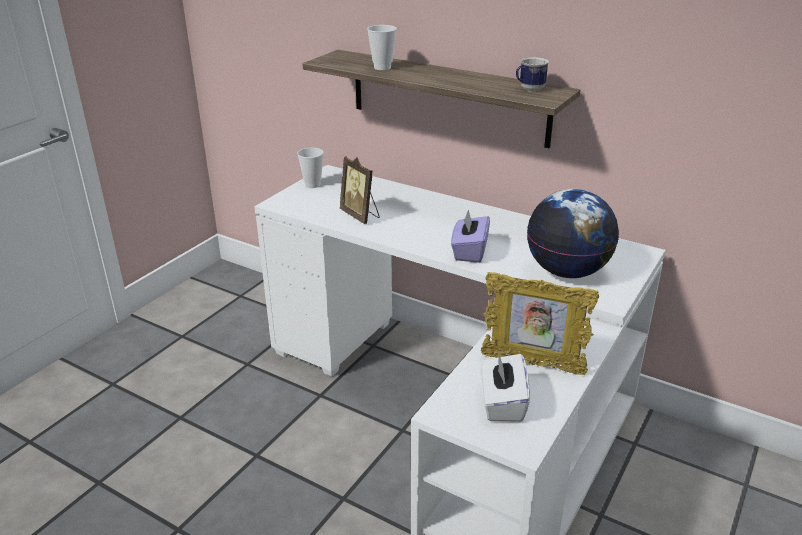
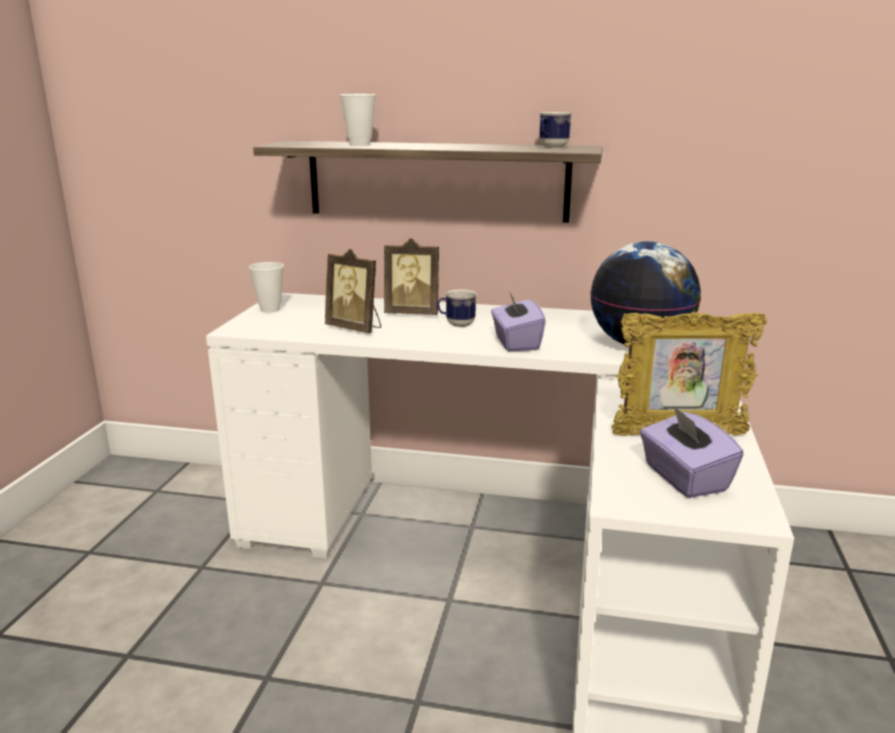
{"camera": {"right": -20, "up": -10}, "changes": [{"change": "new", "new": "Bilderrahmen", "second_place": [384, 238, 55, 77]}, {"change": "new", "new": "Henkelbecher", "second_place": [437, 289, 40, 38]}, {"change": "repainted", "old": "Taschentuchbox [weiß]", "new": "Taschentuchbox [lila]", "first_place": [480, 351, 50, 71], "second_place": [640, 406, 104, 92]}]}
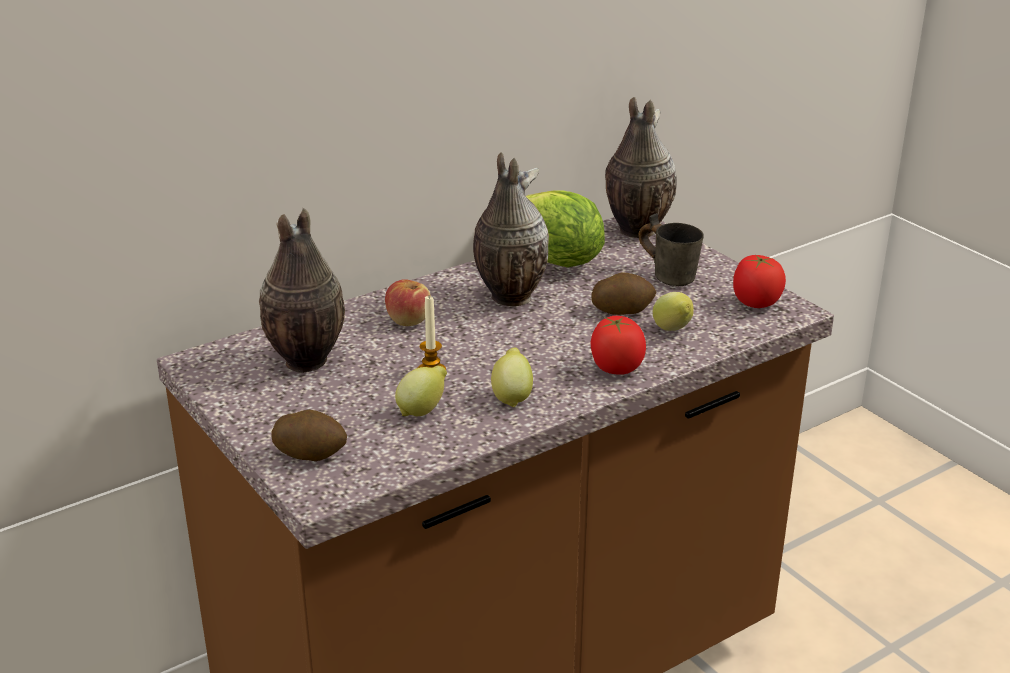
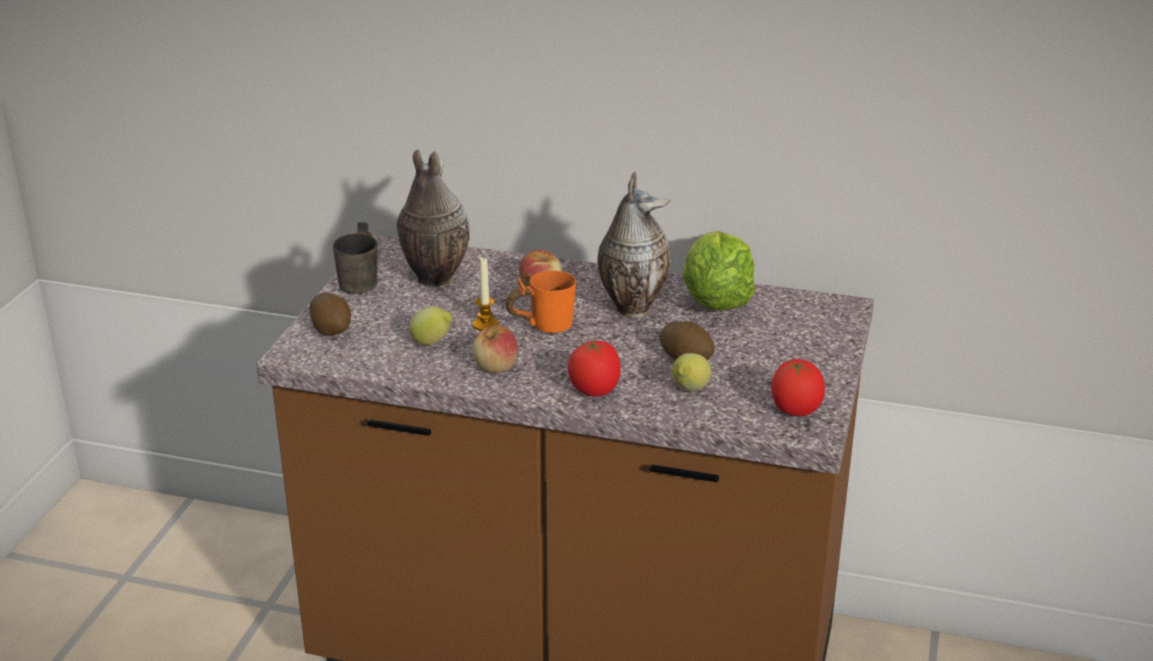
{"camera": {"right": 50, "up": 0}, "changes": [{"change": "shifted", "old": "Henkelbecher [grau]", "first_place": [638, 213, 66, 73], "second_place": [333, 222, 45, 72]}, {"change": "swapped", "old": "Zitrone", "new": "Apfel", "first_place": [491, 348, 42, 59], "second_place": [472, 325, 46, 48]}, {"change": "new", "new": "Henkelbecher [orange]", "second_place": [505, 271, 71, 63]}, {"change": "gone", "old": "Vase", "first_place": [605, 97, 72, 141]}]}
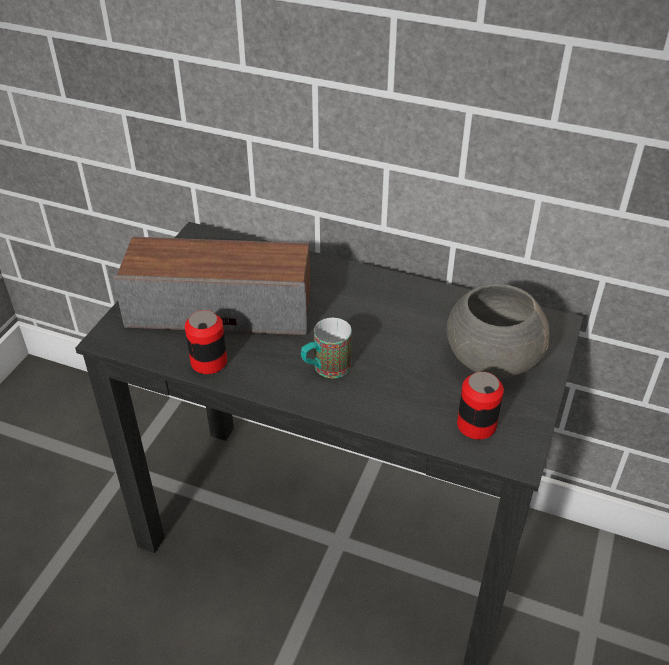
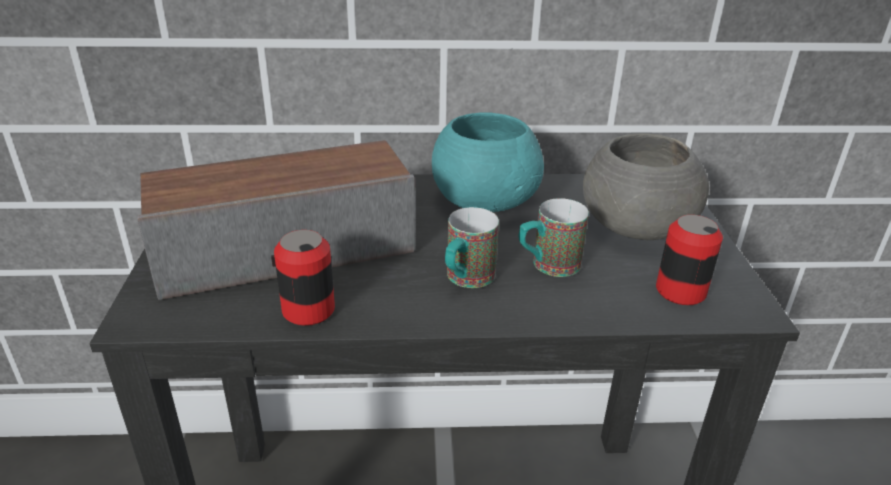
{"camera": {"right": -25, "up": -10}, "changes": [{"change": "new", "new": "Schüssel [türkis]", "second_place": [432, 113, 112, 99]}, {"change": "new", "new": "Henkelbecher", "second_place": [519, 198, 70, 79]}]}
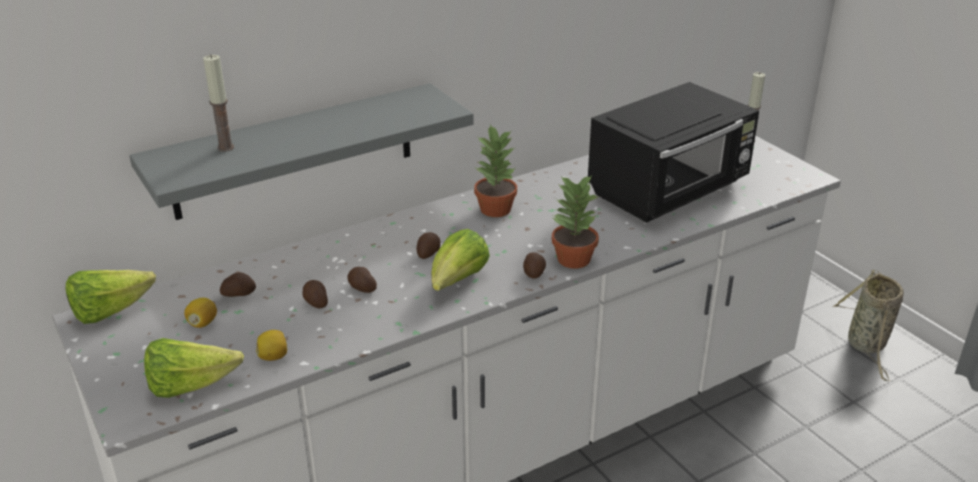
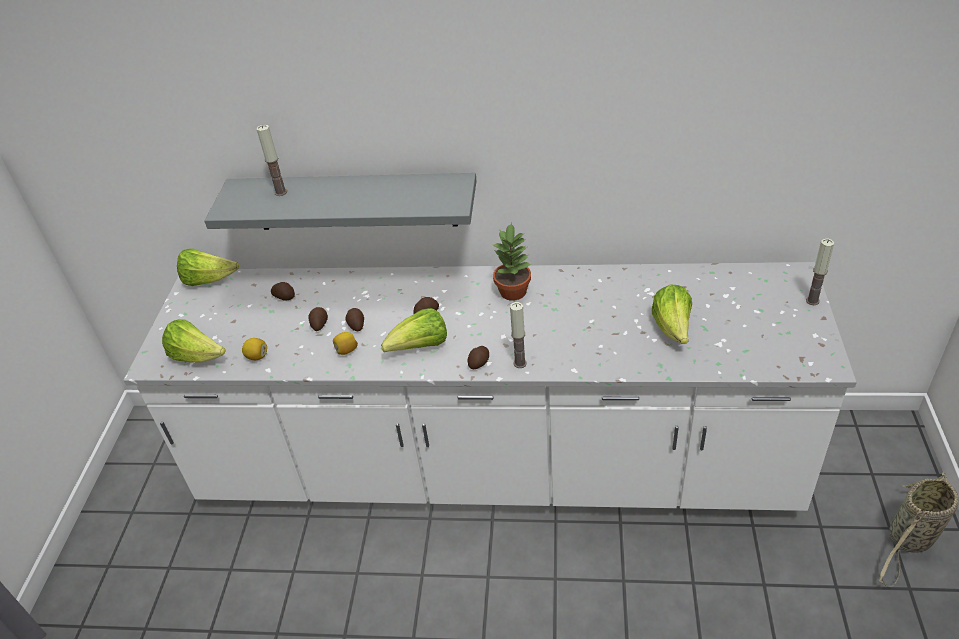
{"camera": {"right": 40, "up": 10}, "changes": [{"change": "shifted", "old": "Zitrone", "first_place": [184, 298, 33, 30], "second_place": [333, 332, 25, 23]}, {"change": "swapped", "old": "Topfpflanze", "new": "Kerze", "first_place": [552, 175, 48, 94], "second_place": [510, 302, 17, 66]}, {"change": "swapped", "old": "Mikrowelle [schwarz]", "new": "Salatkopf", "first_place": [588, 82, 171, 141], "second_place": [652, 284, 40, 60]}]}
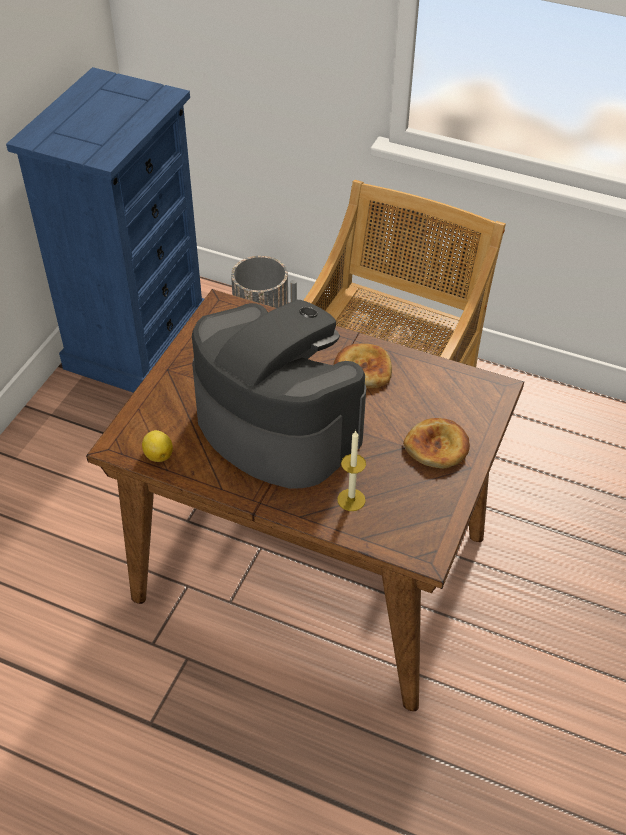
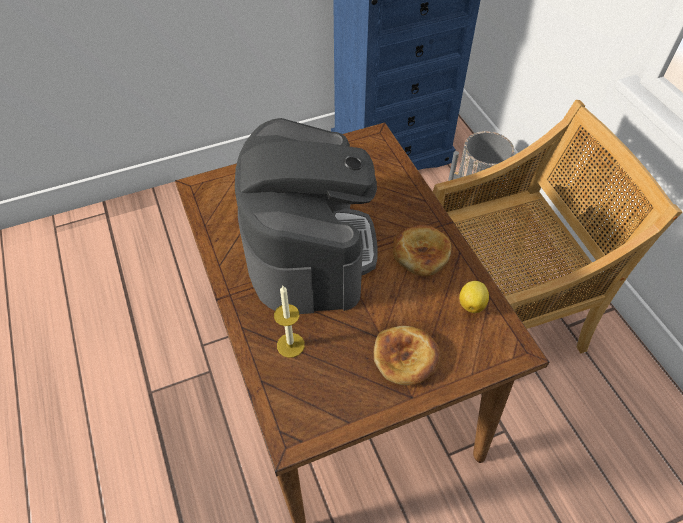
{"camera": {"right": 45, "up": 5}, "changes": [{"change": "shifted", "old": "Zitrone", "first_place": [142, 430, 31, 32], "second_place": [459, 281, 30, 32]}]}
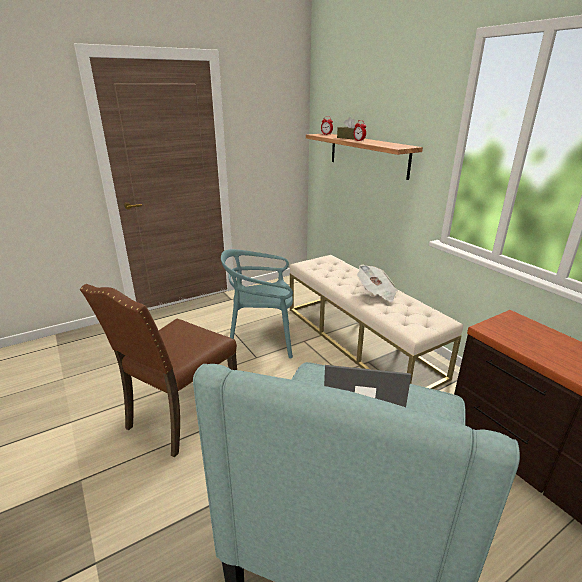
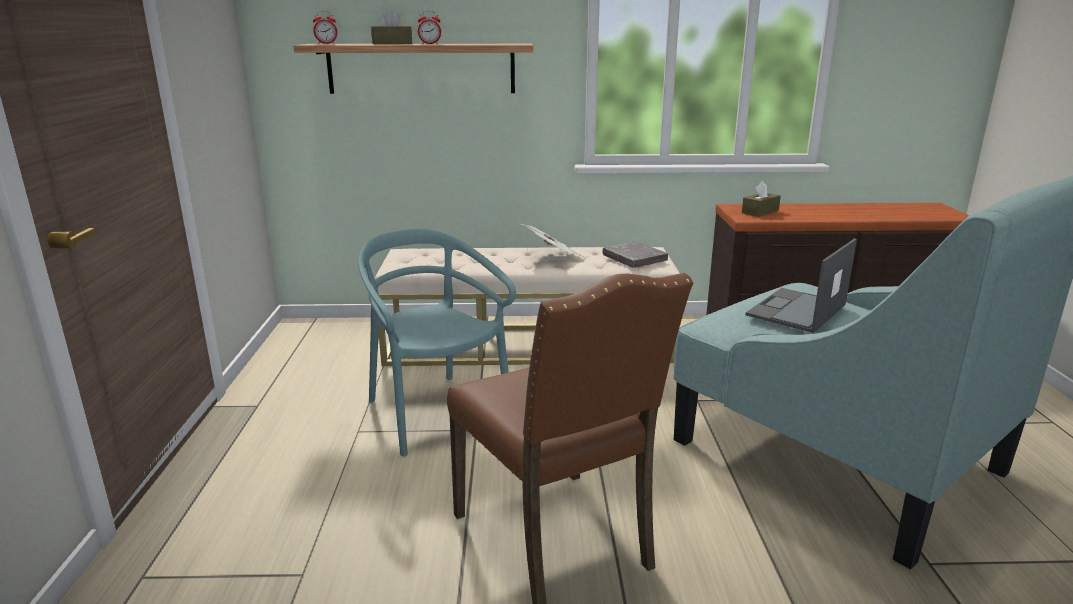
{"camera": {"right": -60, "up": -5}, "changes": [{"change": "rotated", "old": "Stuhl [türkis]", "first_place": [221, 249, 72, 109], "second_place": [358, 229, 158, 227], "degrees": 120}, {"change": "new", "new": "Buch [grau]", "second_place": [602, 241, 66, 27]}, {"change": "new", "new": "Taschentuchbox [braun]", "second_place": [742, 181, 39, 36]}]}
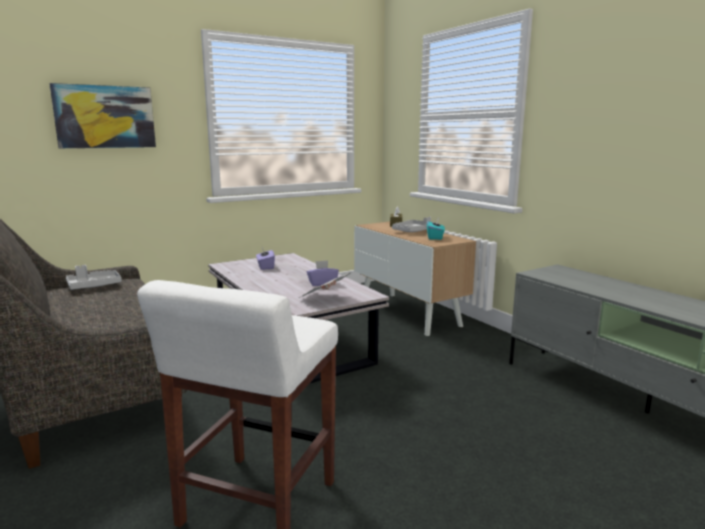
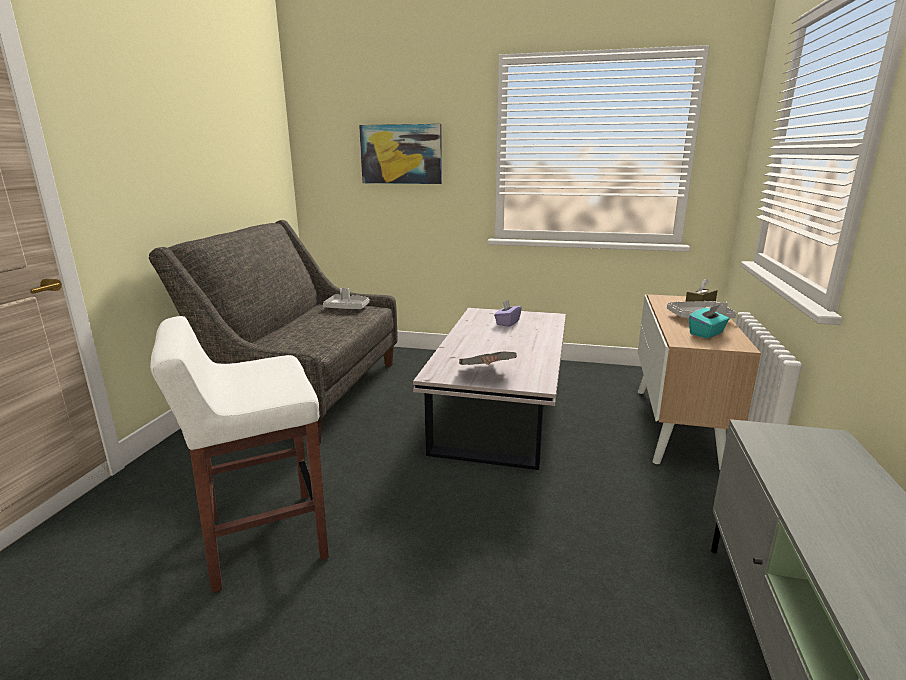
{"camera": {"right": 45, "up": 5}, "changes": [{"change": "gone", "old": "Taschentuchbox [lila]", "first_place": [307, 260, 32, 26]}]}
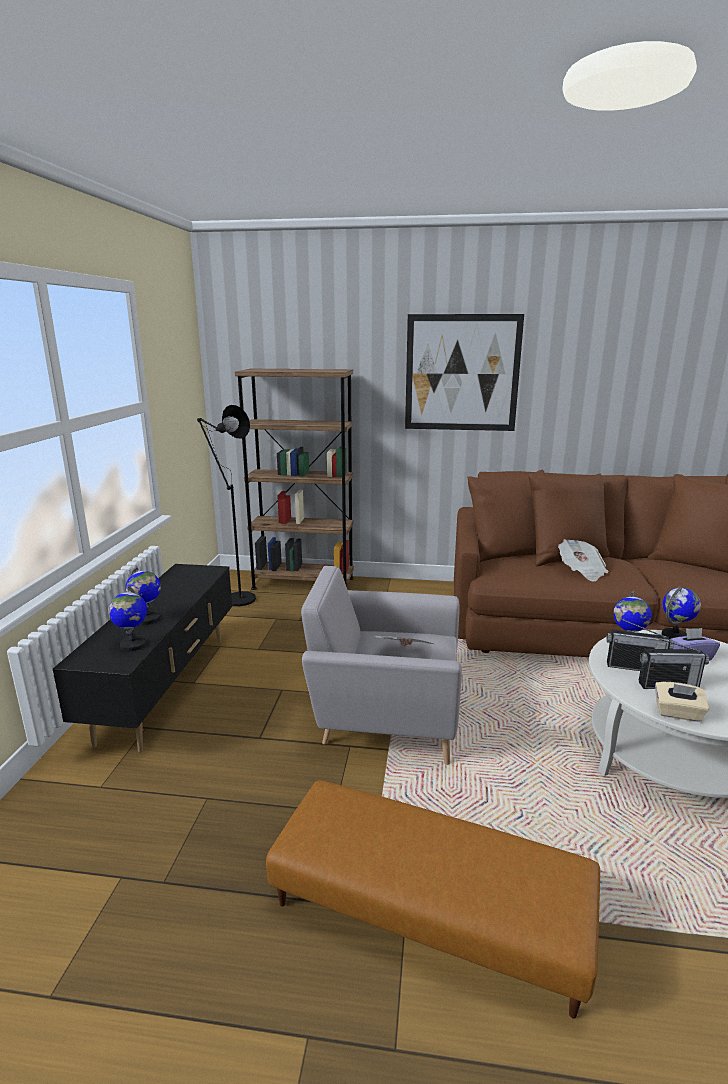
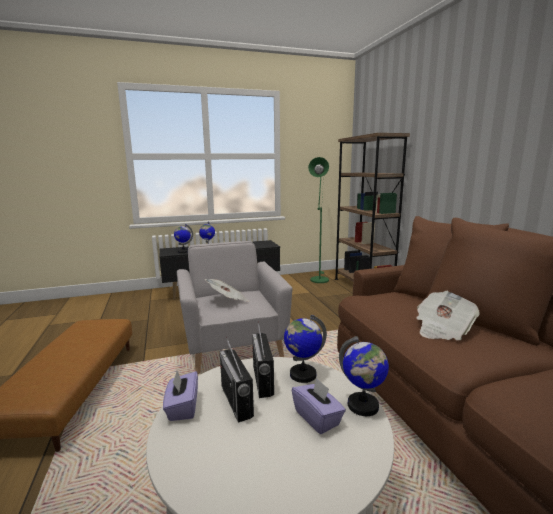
{"camera": {"right": 65, "up": -5}, "changes": [{"change": "repainted", "old": "Taschentuchbox [beige]", "new": "Taschentuchbox [lila]", "first_place": [655, 682, 54, 40], "second_place": [163, 371, 35, 50]}, {"change": "repainted", "old": "Stehlampe [schwarz]", "new": "Stehlampe [grün]", "first_place": [197, 405, 59, 201], "second_place": [308, 157, 21, 126]}, {"change": "gone", "old": "Bild", "first_place": [405, 314, 119, 117]}]}
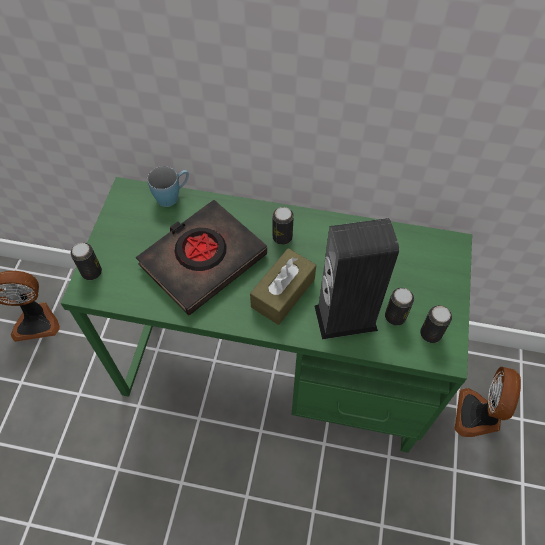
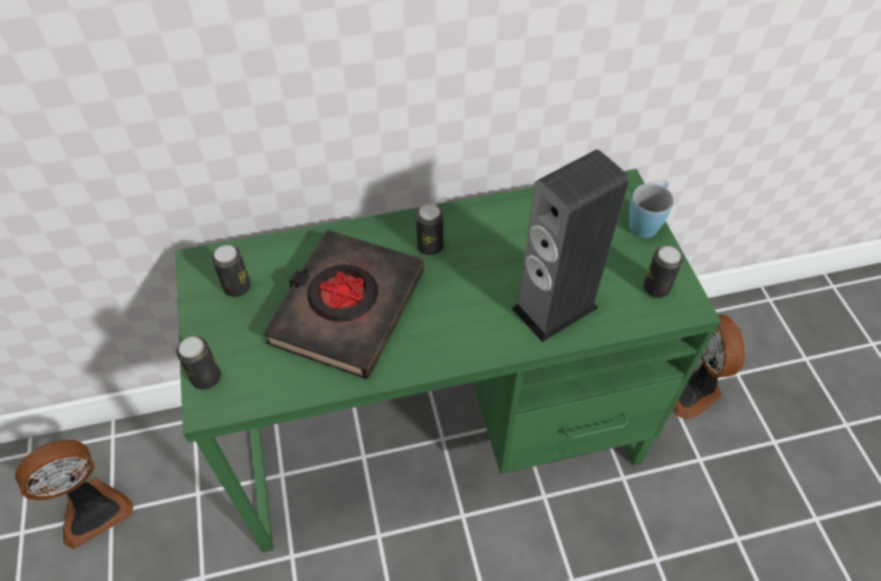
{"camera": {"right": -25, "up": -5}, "changes": [{"change": "shifted", "old": "Dose", "first_place": [385, 288, 29, 38], "second_place": [212, 245, 39, 52]}, {"change": "shifted", "old": "Henkelbecher [blau]", "first_place": [147, 166, 42, 41], "second_place": [629, 181, 44, 57]}, {"change": "gone", "old": "Taschentuchbox [braun]", "first_place": [250, 248, 66, 77]}]}
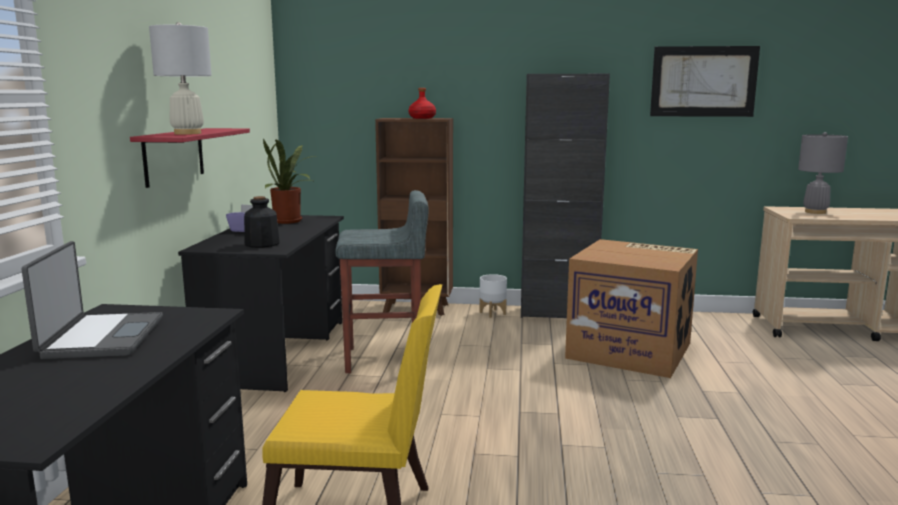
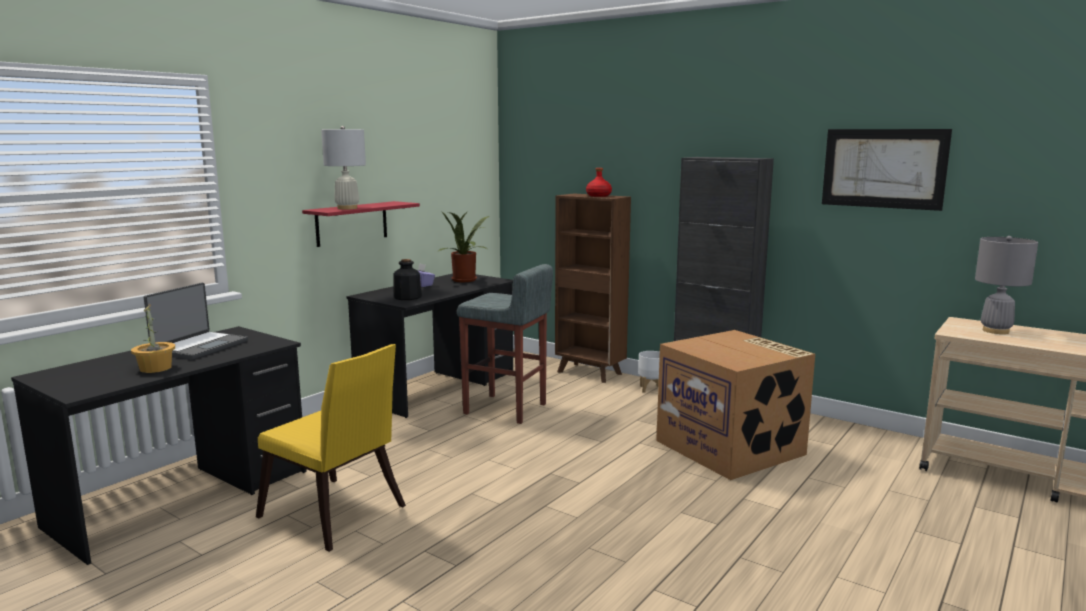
{"camera": {"right": 30, "up": 0}, "changes": [{"change": "new", "new": "Topfpflanze", "second_place": [131, 304, 44, 69]}]}
